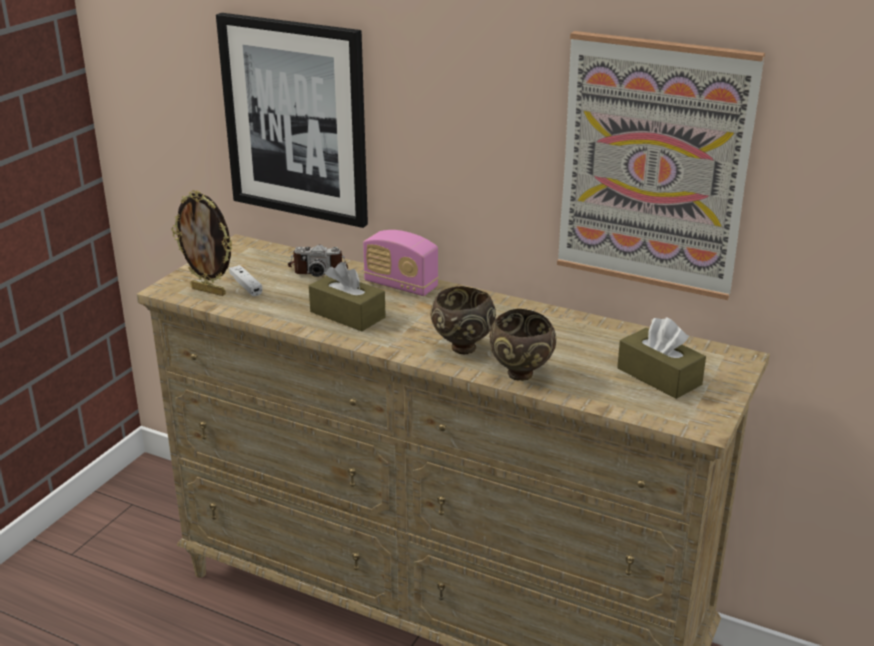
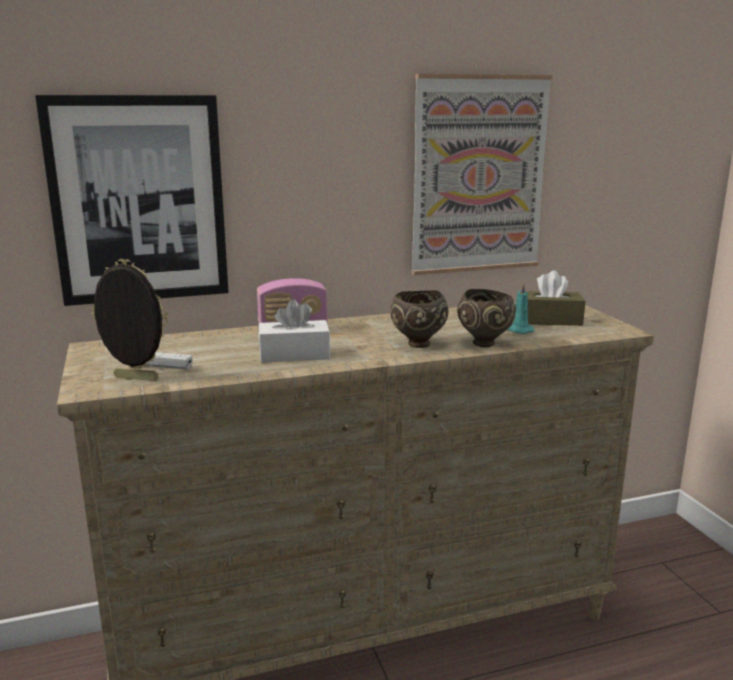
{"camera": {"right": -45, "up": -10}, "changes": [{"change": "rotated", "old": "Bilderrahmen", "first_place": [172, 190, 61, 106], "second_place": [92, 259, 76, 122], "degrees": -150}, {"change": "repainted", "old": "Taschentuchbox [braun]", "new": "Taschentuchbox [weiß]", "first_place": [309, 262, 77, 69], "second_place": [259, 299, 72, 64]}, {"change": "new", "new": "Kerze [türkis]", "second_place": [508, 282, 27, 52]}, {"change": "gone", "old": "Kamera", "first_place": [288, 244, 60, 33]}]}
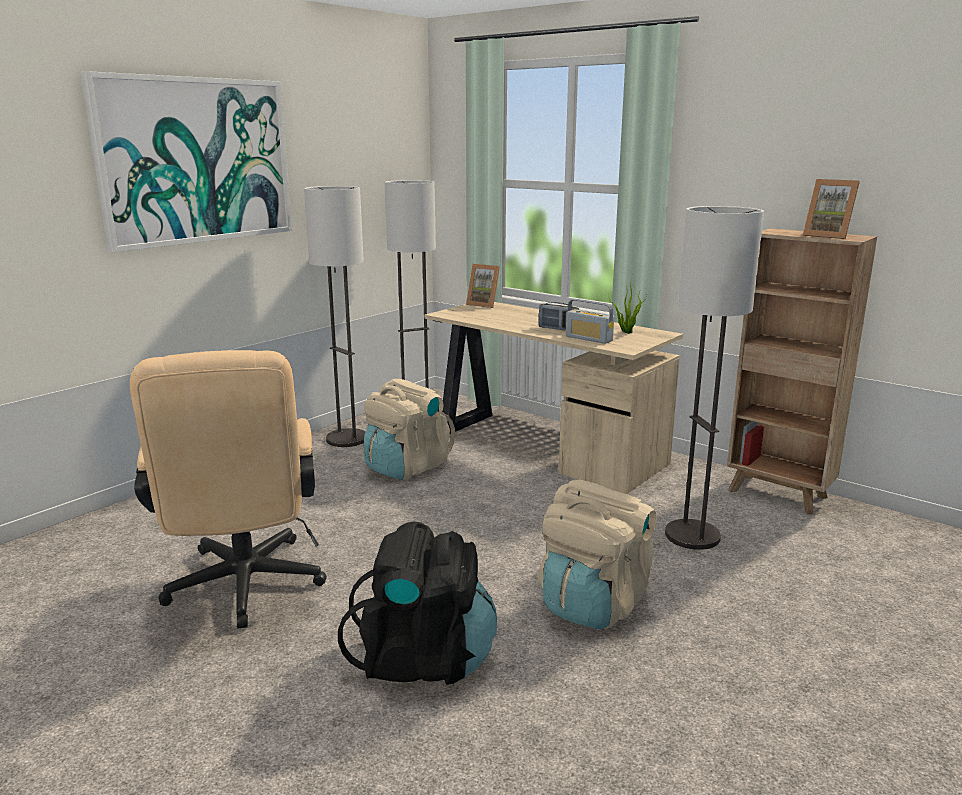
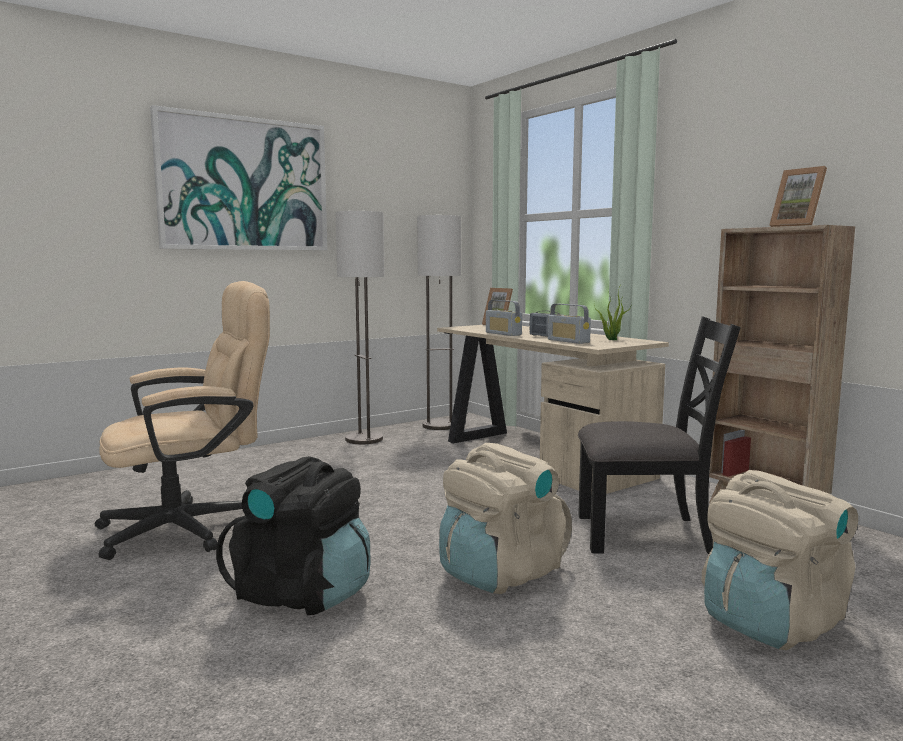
{"camera": {"right": 15, "up": -10}, "changes": [{"change": "rotated", "old": "Bürostuhl [beige]", "first_place": [130, 350, 197, 279], "second_place": [95, 281, 175, 279], "degrees": -120}, {"change": "new", "new": "Radio", "second_place": [486, 300, 36, 36]}, {"change": "swapped", "old": "Stehlampe", "new": "Stuhl [schwarz]", "first_place": [665, 206, 99, 344], "second_place": [578, 316, 163, 238]}, {"change": "shifted", "old": "Rucksack [beige]", "first_place": [364, 379, 91, 101], "second_place": [702, 470, 156, 180]}]}
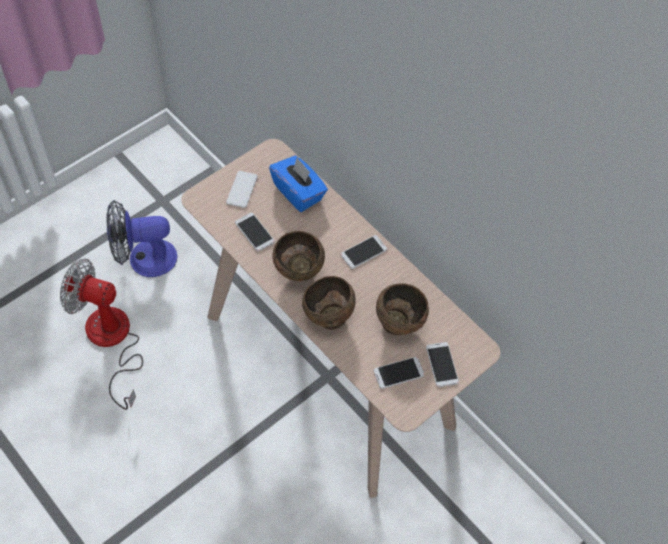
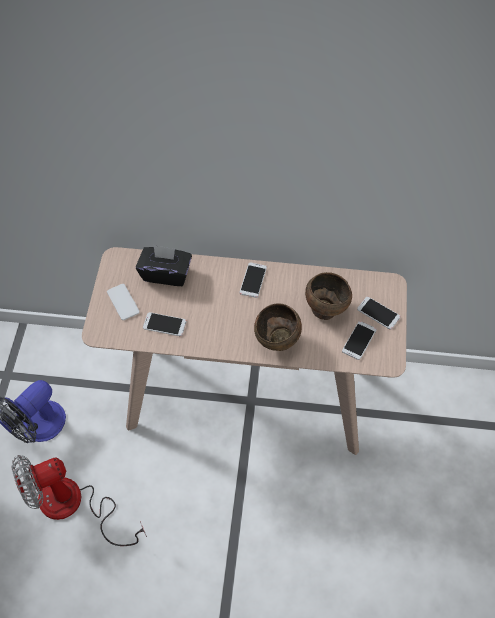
{"camera": {"right": -40, "up": 0}, "changes": [{"change": "repainted", "old": "Taschentuchbox [blau]", "new": "Taschentuchbox [schwarz]", "first_place": [269, 156, 59, 56], "second_place": [136, 245, 56, 41]}, {"change": "gone", "old": "Schüssel [braun]", "first_place": [272, 231, 53, 50]}]}
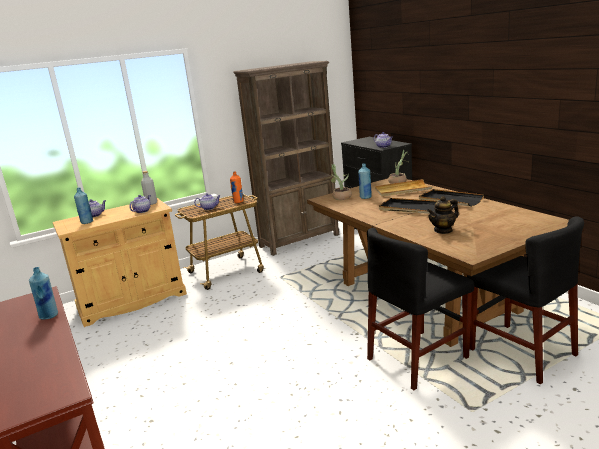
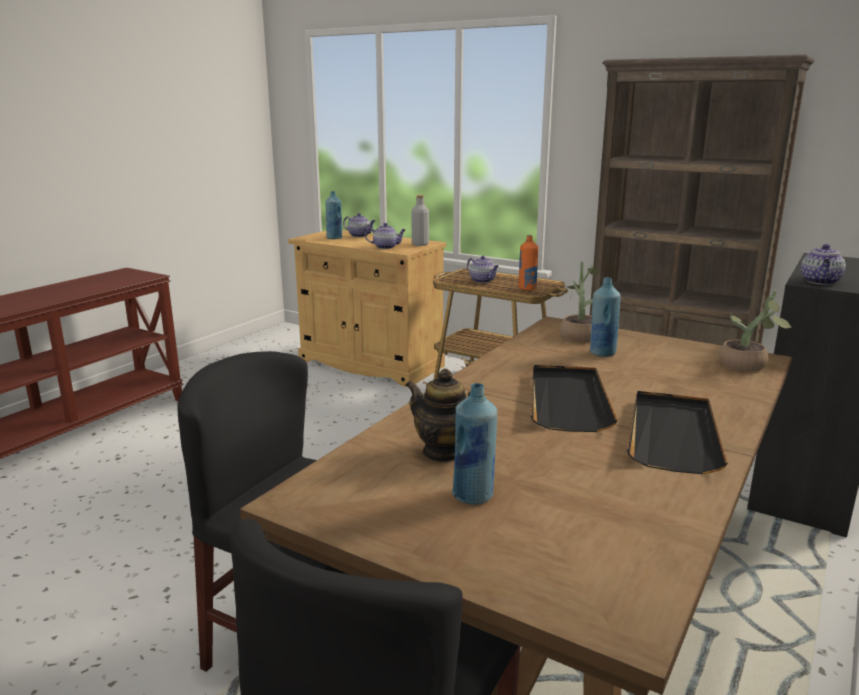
{"camera": {"right": 60, "up": 0}, "changes": [{"change": "shifted", "old": "Flasche [blau]", "first_place": [29, 267, 29, 53], "second_place": [452, 383, 45, 122]}, {"change": "gone", "old": "Tablett [beige]", "first_place": [375, 179, 58, 18]}]}
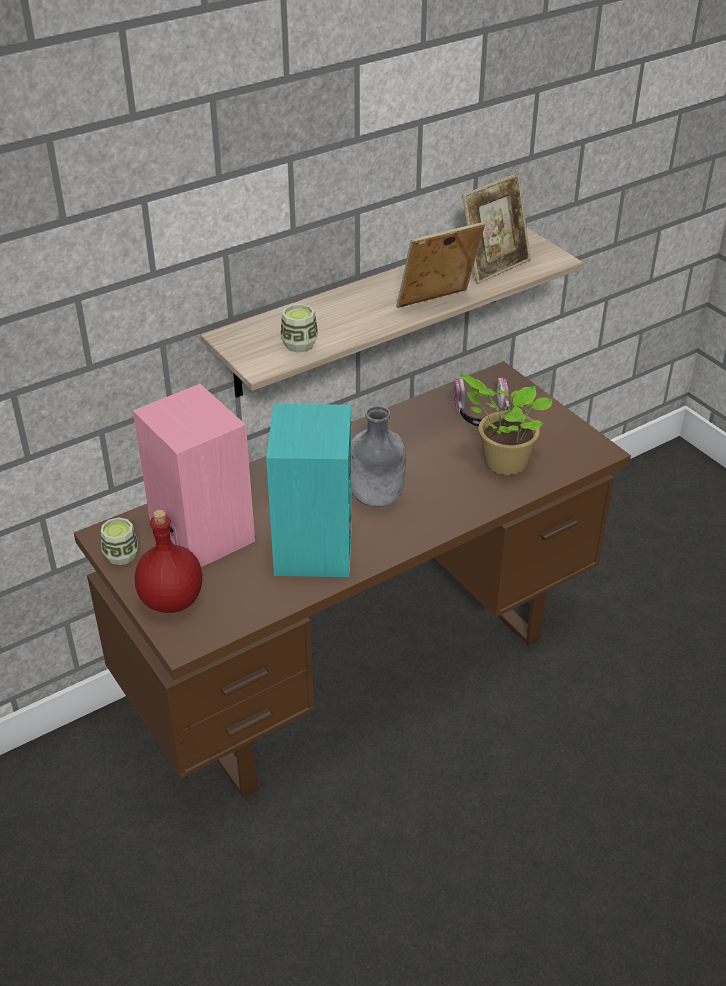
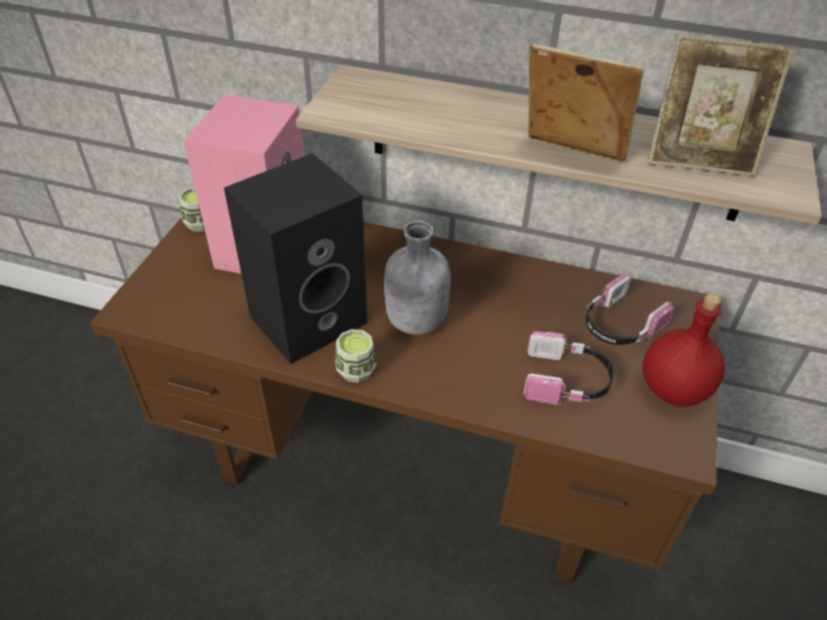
{"camera": {"right": 50, "up": 5}, "changes": [{"change": "repainted", "old": "Lautsprecher [türkis]", "new": "Lautsprecher [schwarz]", "first_place": [266, 404, 86, 173], "second_place": [224, 153, 144, 211]}, {"change": "shifted", "old": "Tasse", "first_place": [280, 304, 38, 48], "second_place": [335, 329, 42, 54]}, {"change": "swapped", "old": "Topfpflanze", "new": "Kopfhörer", "first_place": [460, 374, 93, 101], "second_place": [523, 331, 91, 73]}, {"change": "shifted", "old": "Flasche [rot]", "first_place": [135, 510, 67, 103], "second_place": [643, 293, 82, 114]}]}
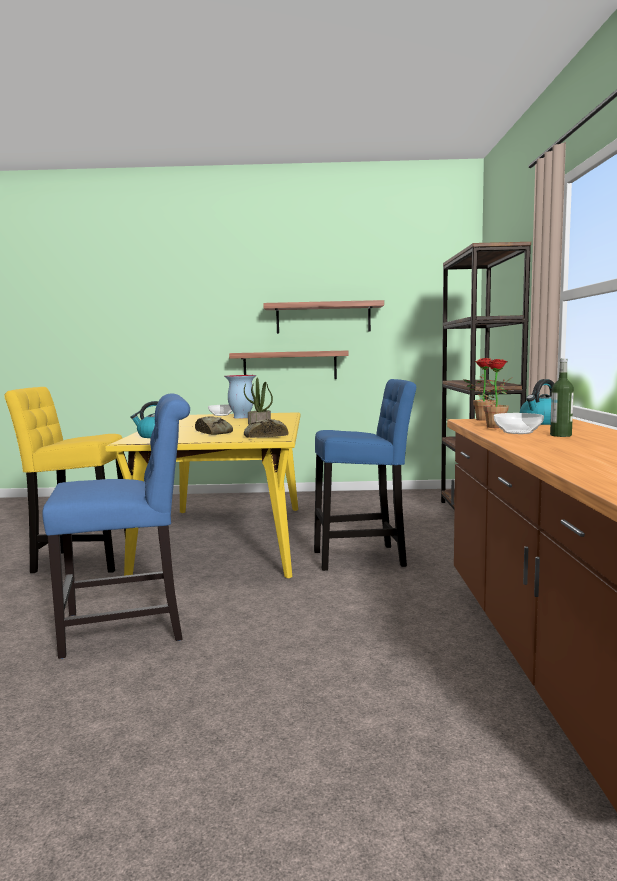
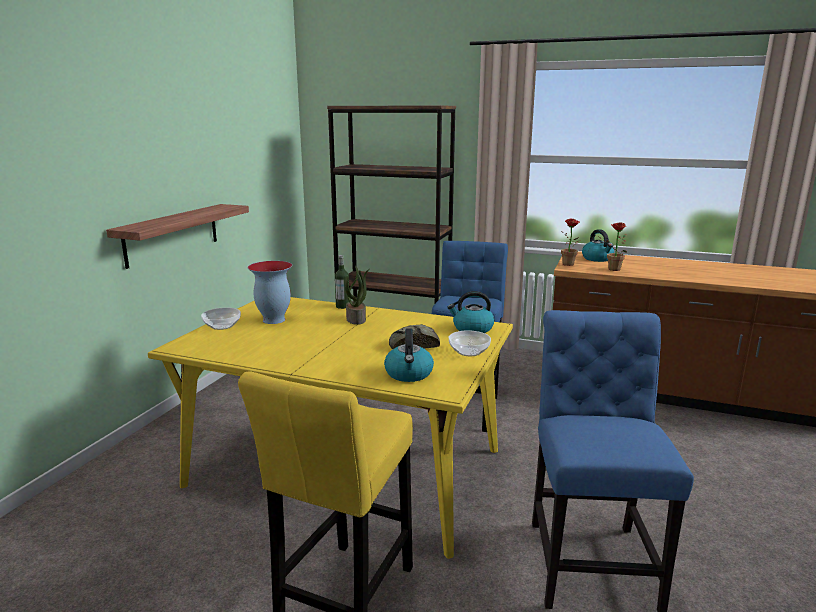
{"camera": {"right": -70, "up": 10}, "changes": [{"change": "shifted", "old": "Flasche", "first_place": [550, 358, 24, 79], "second_place": [335, 255, 14, 54]}, {"change": "swapped", "old": "Brot", "new": "Wasserkessel", "first_place": [244, 419, 44, 19], "second_place": [447, 291, 47, 42]}, {"change": "shifted", "old": "Schüssel", "first_place": [494, 413, 50, 21], "second_place": [449, 330, 42, 26]}, {"change": "gone", "old": "Wandregal", "first_place": [263, 300, 121, 34]}]}
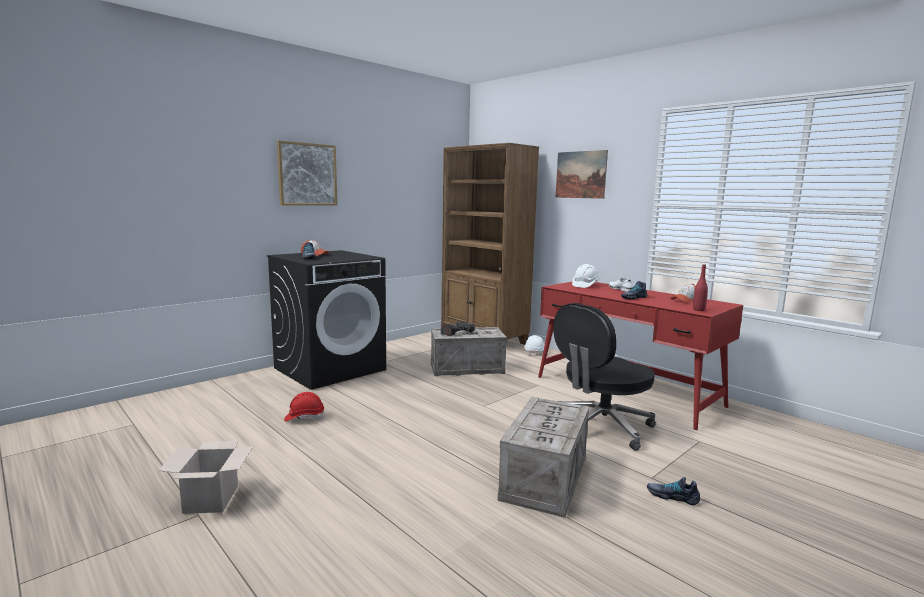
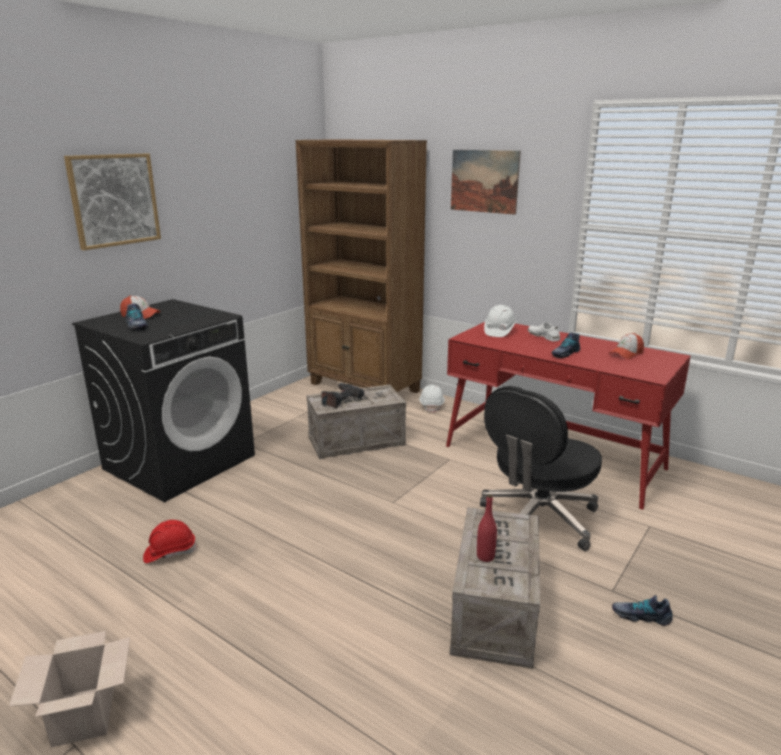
{"camera": {"right": -10, "up": 10}, "changes": [{"change": "shifted", "old": "Flasche [rot]", "first_place": [693, 264, 15, 47], "second_place": [477, 494, 20, 68]}]}
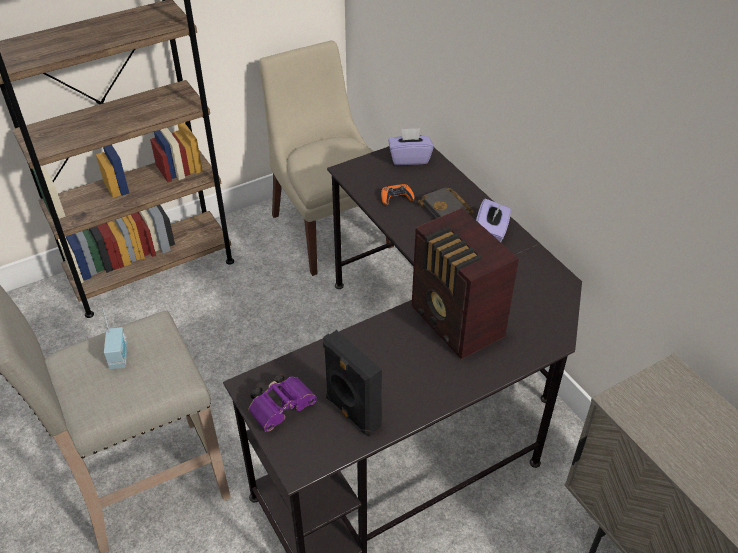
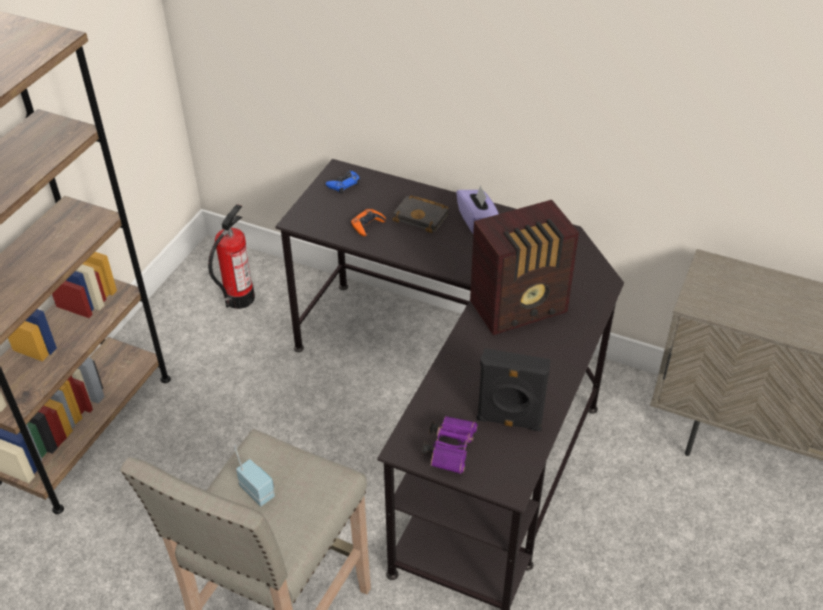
{"camera": {"right": -35, "up": 0}, "changes": [{"change": "swapped", "old": "Stuhl [beige]", "new": "Feuerlöscher", "first_place": [259, 40, 135, 236], "second_place": [208, 204, 47, 105]}, {"change": "swapped", "old": "Taschentuchbox [lila]", "new": "Gamepad [blau]", "first_place": [388, 128, 46, 37], "second_place": [326, 171, 34, 23]}, {"change": "rotated", "old": "Radio", "first_place": [412, 208, 107, 151], "second_place": [470, 200, 109, 135], "degrees": -45}]}
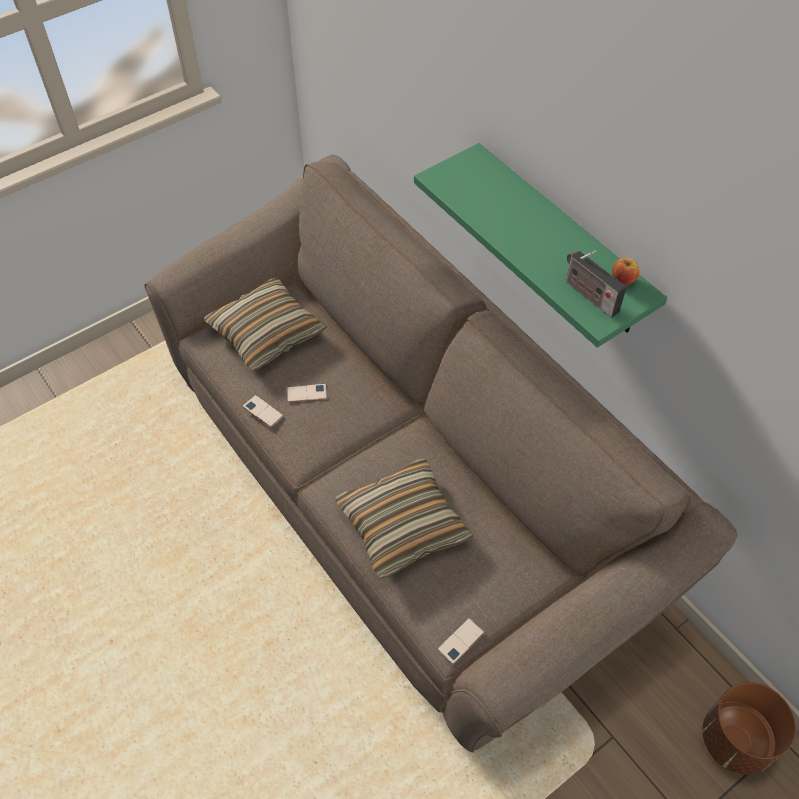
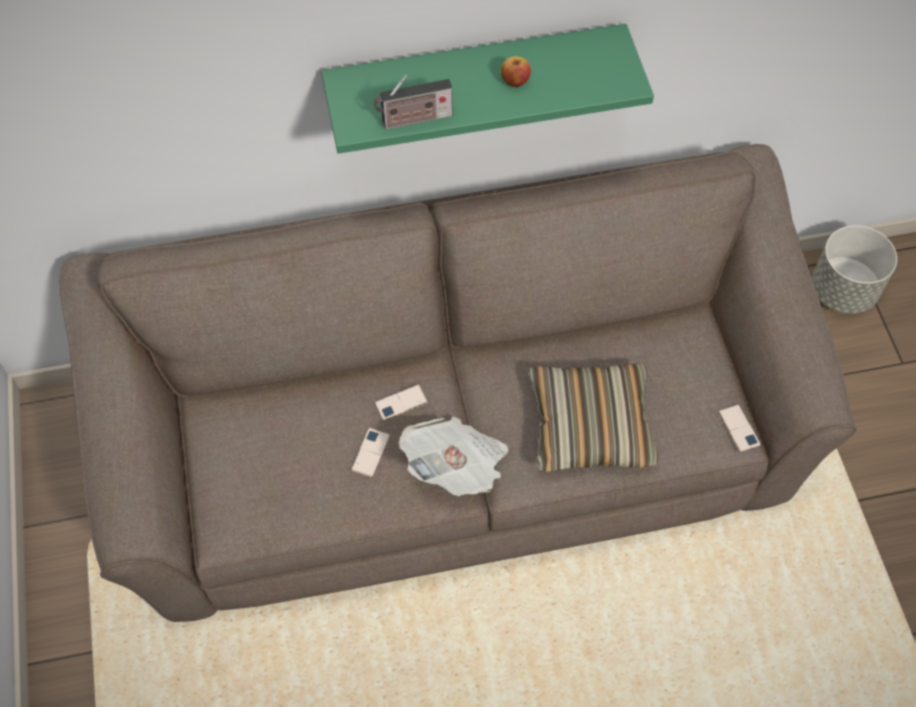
{"camera": {"right": -65, "up": 5}, "changes": [{"change": "shifted", "old": "Radio", "first_place": [566, 250, 61, 68], "second_place": [374, 75, 78, 54]}, {"change": "shifted", "old": "Handy", "first_place": [243, 395, 40, 33], "second_place": [375, 385, 53, 36]}, {"change": "new", "new": "Zeitung", "second_place": [399, 416, 110, 80]}, {"change": "shifted", "old": "Apfel", "first_place": [612, 258, 28, 28], "second_place": [501, 56, 30, 31]}, {"change": "repainted", "old": "Pflanzkübel [braun]", "new": "Pflanzkübel [grau]", "first_place": [702, 682, 94, 93], "second_place": [812, 225, 85, 89]}, {"change": "gone", "old": "Kissen", "first_place": [204, 278, 123, 93]}]}
